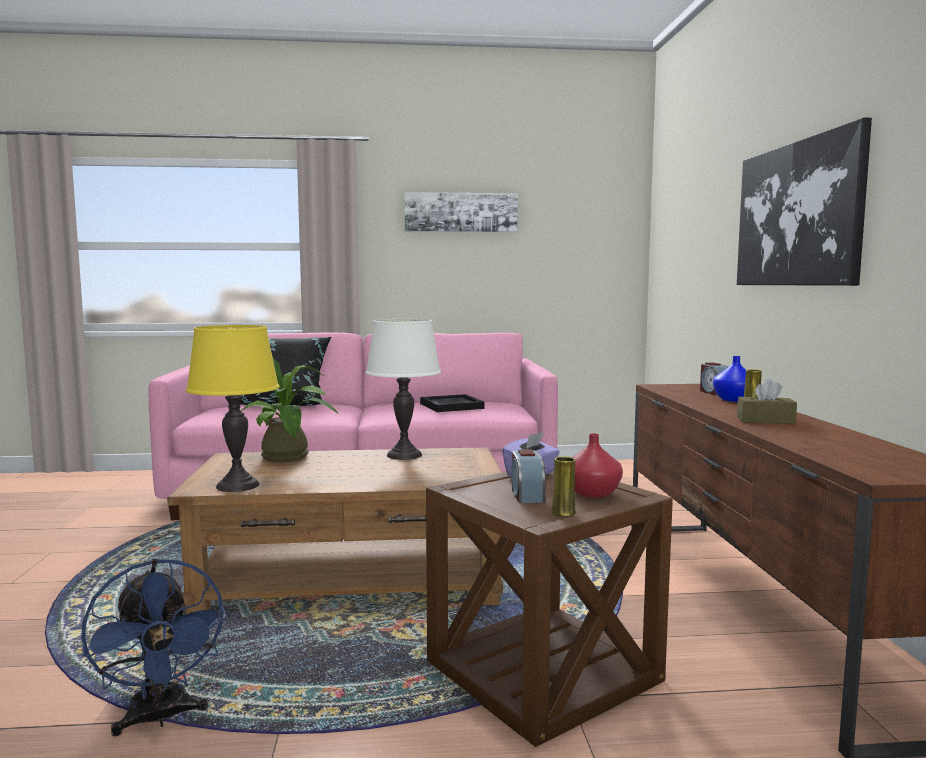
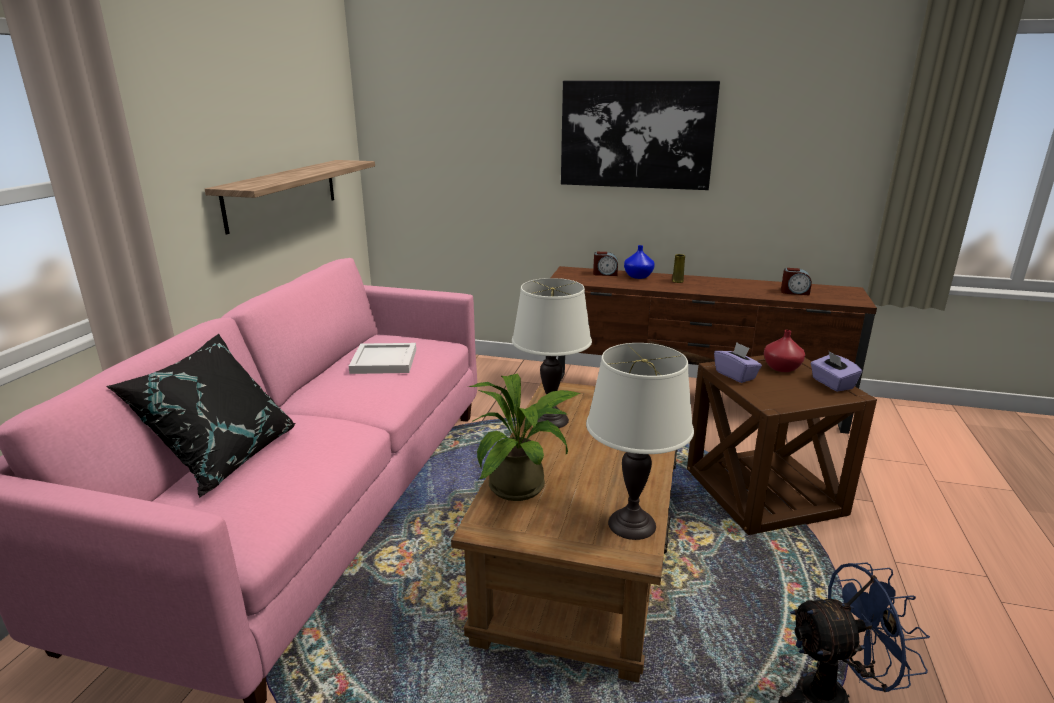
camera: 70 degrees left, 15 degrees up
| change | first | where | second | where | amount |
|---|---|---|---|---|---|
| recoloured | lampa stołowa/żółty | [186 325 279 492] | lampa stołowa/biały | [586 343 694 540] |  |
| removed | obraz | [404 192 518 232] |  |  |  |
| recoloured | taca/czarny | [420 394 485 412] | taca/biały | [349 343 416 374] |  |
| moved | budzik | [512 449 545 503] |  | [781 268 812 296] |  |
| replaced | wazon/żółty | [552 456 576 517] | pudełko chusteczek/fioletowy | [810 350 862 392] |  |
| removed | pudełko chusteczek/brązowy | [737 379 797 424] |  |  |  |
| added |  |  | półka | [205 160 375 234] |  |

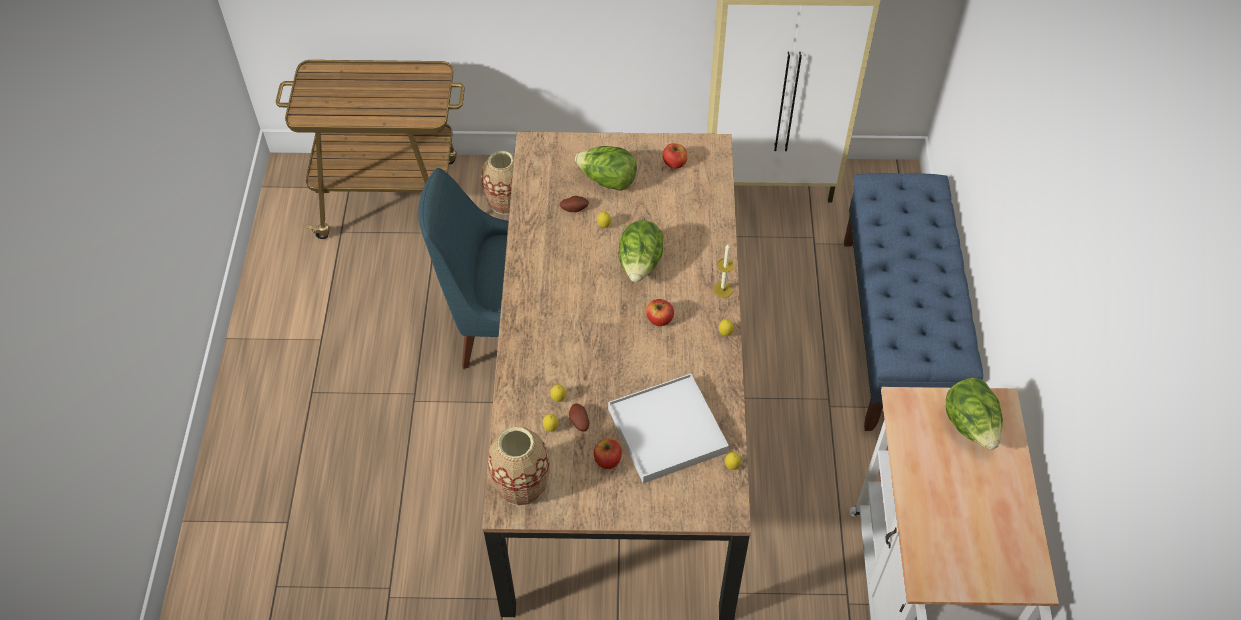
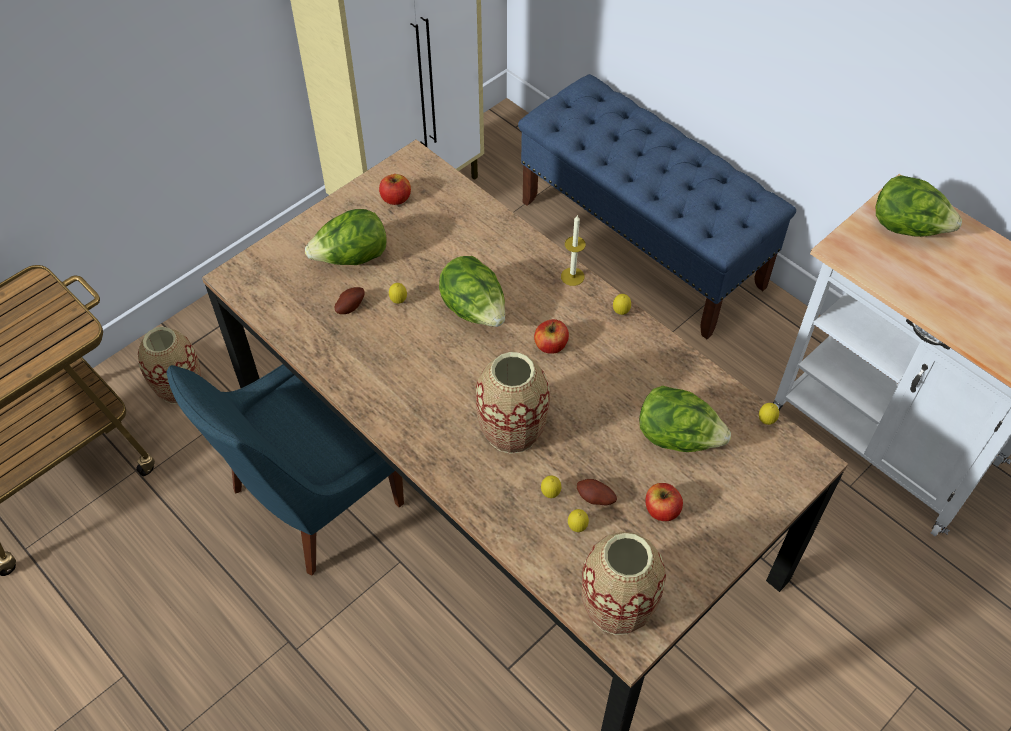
camera: 45 degrees left, 0 degrees up
| change | first | where | second | where | amount |
|---|---|---|---|---|---|
| replaced | taca/biały | [608 374 729 484] | sałata | [639 386 731 452] |  |
| added |  |  | wazon | [476 352 550 454] |  |

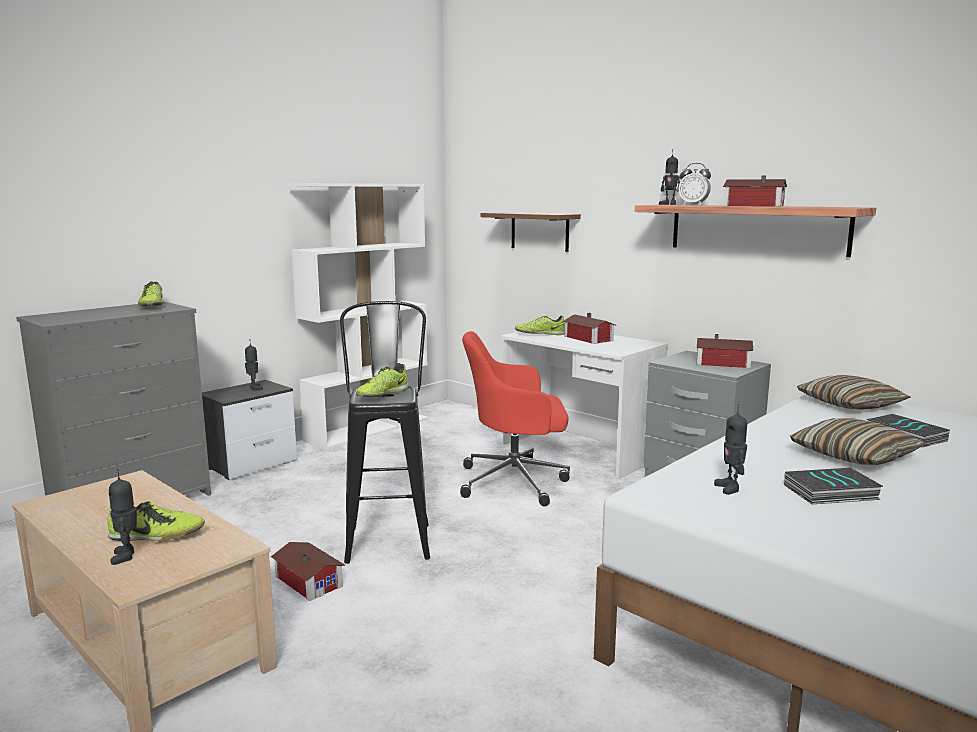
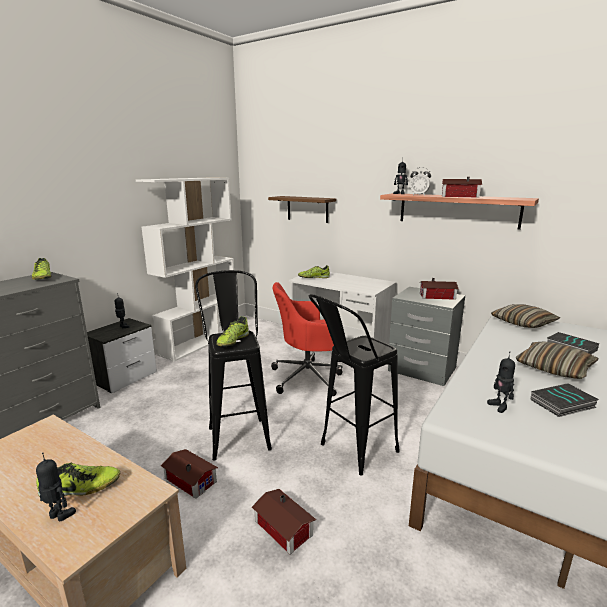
camera: 10 degrees left, 5 degrees up
| change | first | where | second | where | amount |
|---|---|---|---|---|---|
| turned | robot zabawkowy | [109 469 137 565] |  | [36 453 76 521] | 135 degrees clockwise |
| moved | domek | [563 313 615 344] |  | [252 489 316 554] |  |
| added |  |  | stołek/czarny | [309 294 400 475] |  |

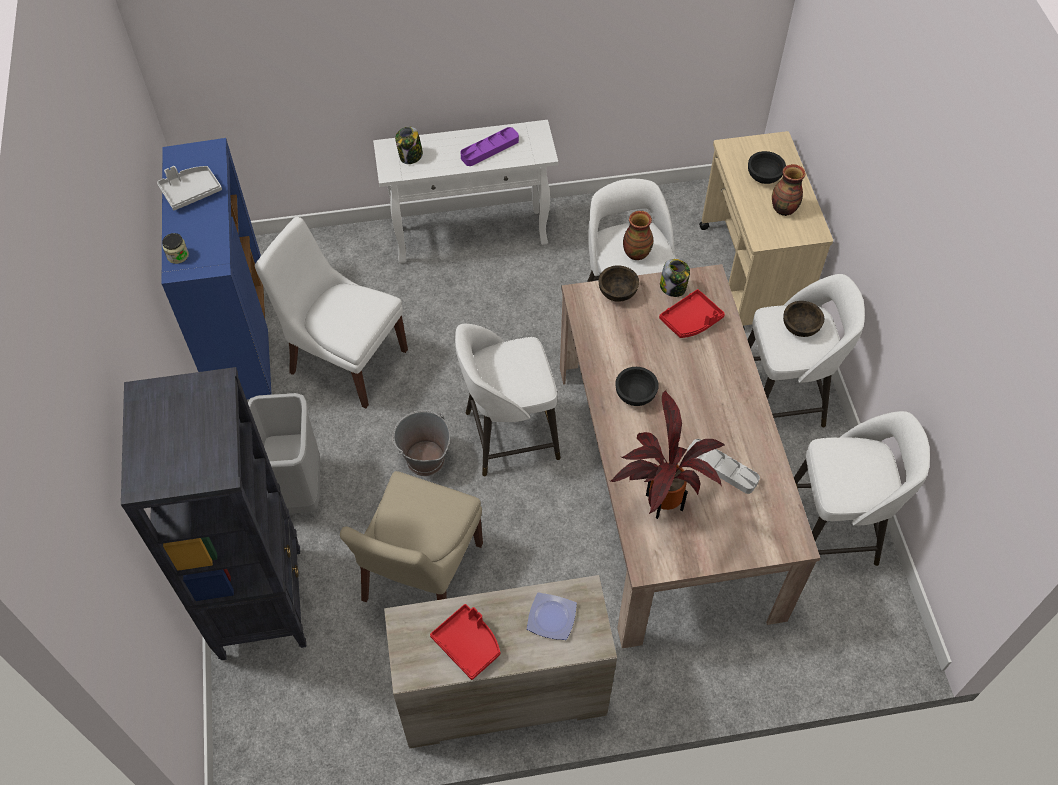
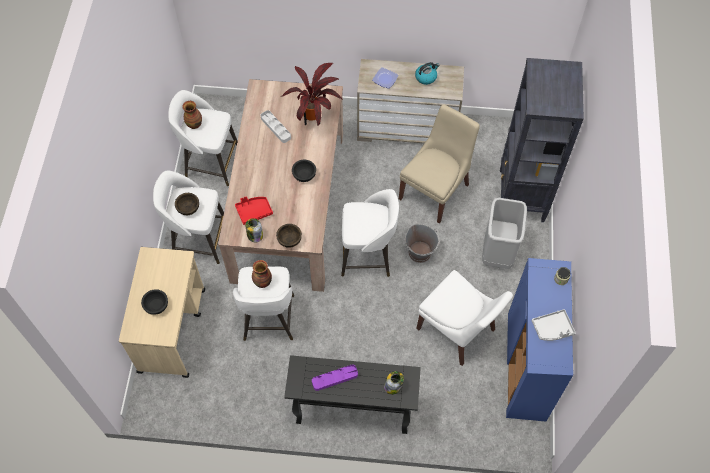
camera: 165 degrees left, 5 degrees up
| change | first | where | second | where | amount |
|---|---|---|---|---|---|
| recoloured | stolik konsolowy/biały | [373 120 558 263] | stolik konsolowy/czarny | [284 355 421 434] |  |
| replaced | taca/czerwony | [430 604 500 680] | czajnik | [415 62 439 85] |  |
| moved | wazon | [772 164 806 216] |  | [182 101 202 129] |  |

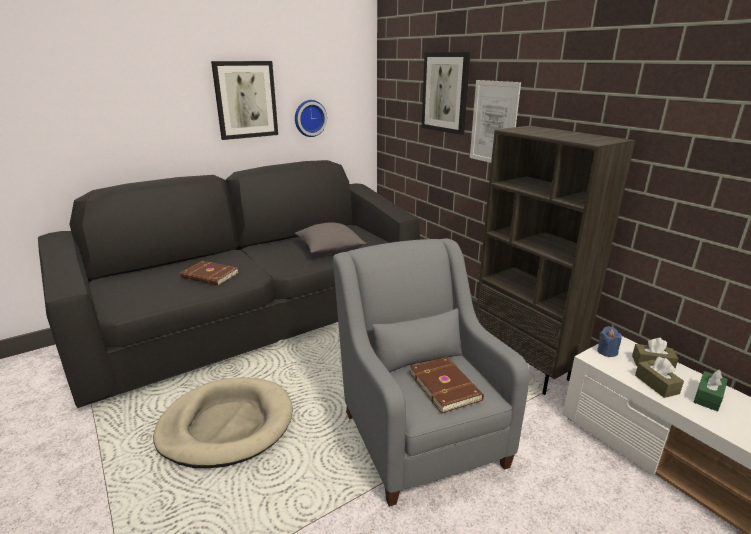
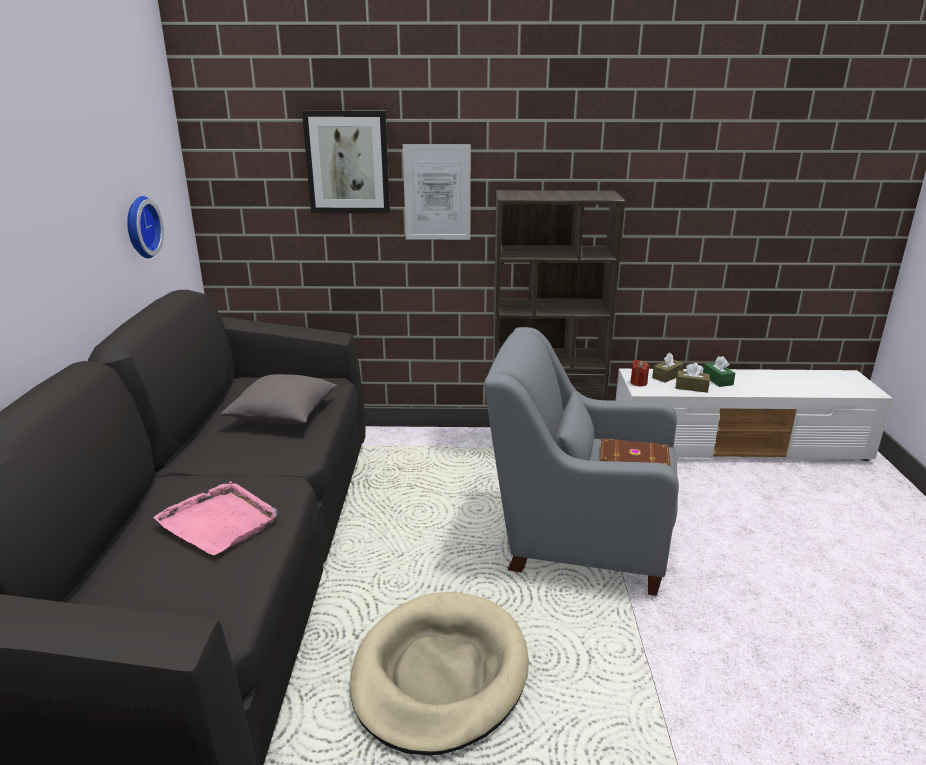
camera: 55 degrees left, 0 degrees up
| change | first | where | second | where | amount |
|---|---|---|---|---|---|
| replaced | książka/brązowy | [180 261 239 285] | taca/różowy | [153 481 277 555] |  |
| removed | obraz | [211 61 278 140] |  |  |  |
| recoloured | świeca/niebieski | [597 326 622 357] | świeca/czerwony | [630 360 649 386] |  |

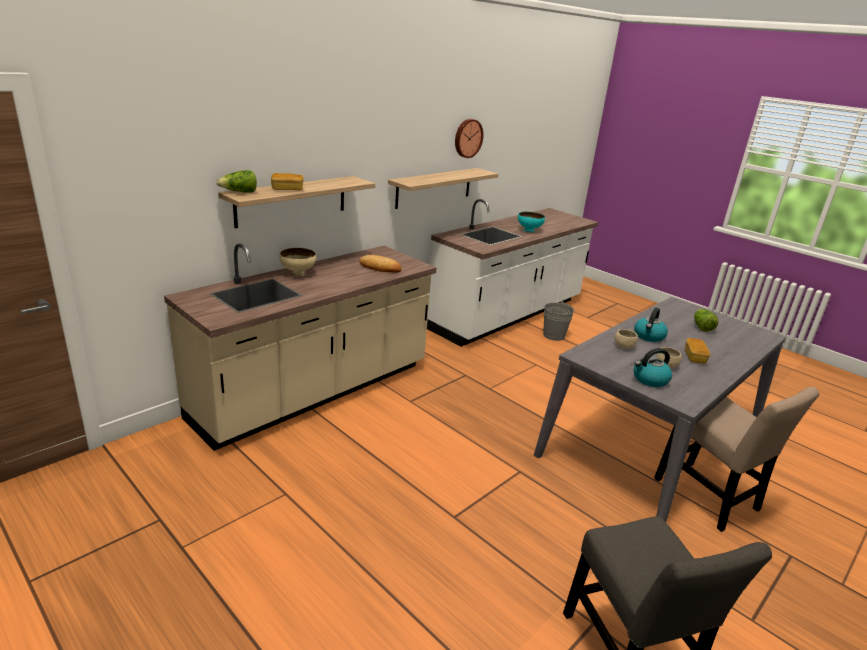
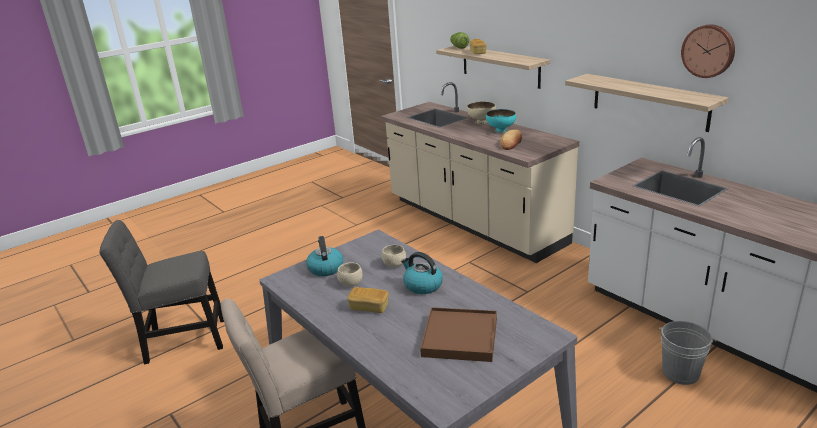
camera: 100 degrees right, 0 degrees up
| change | first | where | second | where | amount |
|---|---|---|---|---|---|
| moved | miska/turkusowy | [518 212 545 233] |  | [486 109 516 133] |  |
| replaced | sałata | [694 309 719 332] | taca/brązowy | [420 307 497 362] |  |

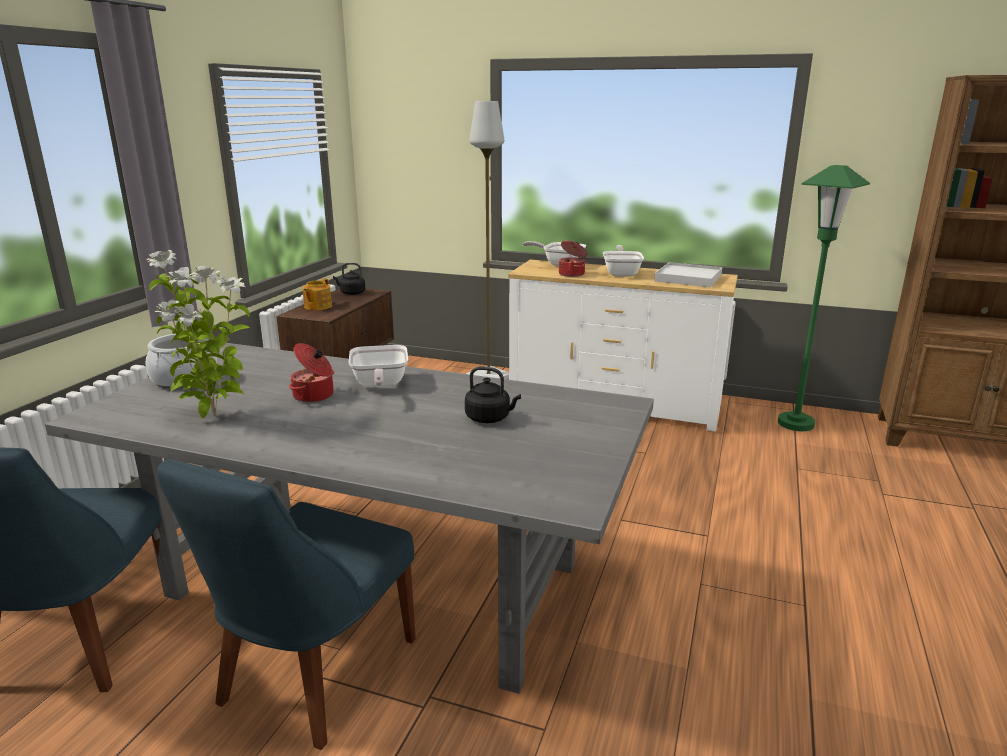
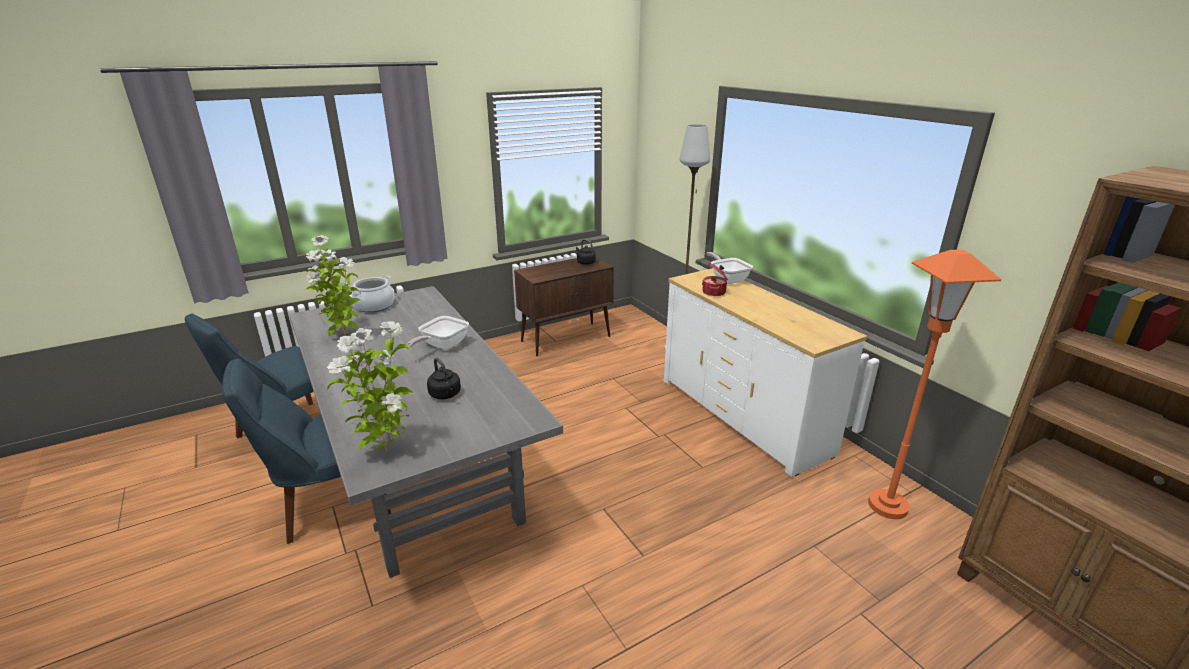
camera: 40 degrees right, 5 degrees up
| change | first | where | second | where | amount |
|---|---|---|---|---|---|
| removed | garnek | [289 343 334 403] |  |  |  |
| removed | imbryk | [302 278 332 310] |  |  |  |
| removed | patelnia | [603 245 644 277] |  |  |  |
| removed | taca/biały | [654 262 722 287] |  |  |  |
| recoloured | lampa stojąca/zielony | [778 165 870 431] | lampa stojąca/pomarańczowy | [868 249 1001 519] |  |
| added |  |  | roślina doniczkowa | [327 321 413 452] |  |

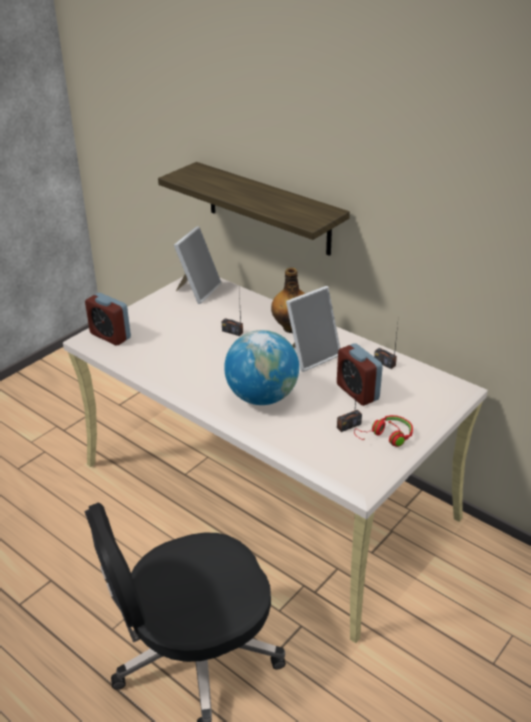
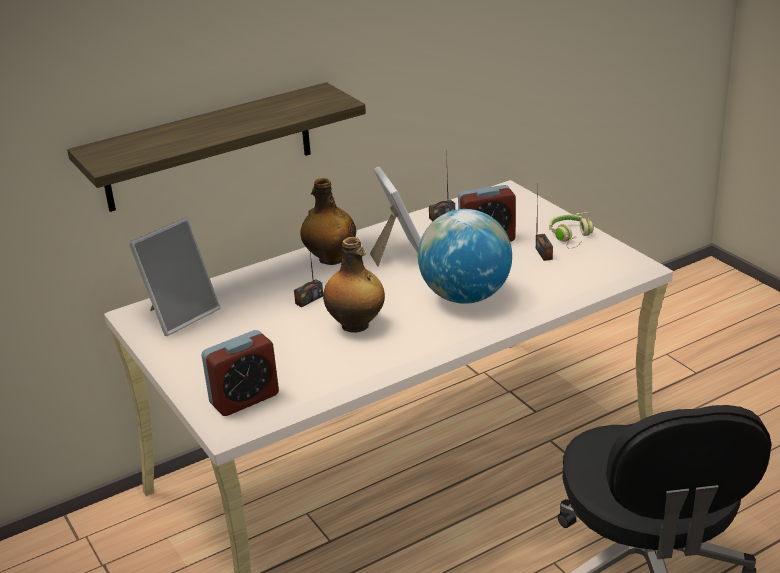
camera: 70 degrees left, 5 degrees down
| change | first | where | second | where | amount |
|---|---|---|---|---|---|
| turned | ramka na zdjęcie | [174 226 222 304] |  | [129 217 221 336] | 90 degrees clockwise |
| recoloured | słuchawki/czerwony | [354 415 413 447] | słuchawki/beżowy | [549 212 594 249] |  |
| added |  |  | butelka | [323 237 385 333] |  |

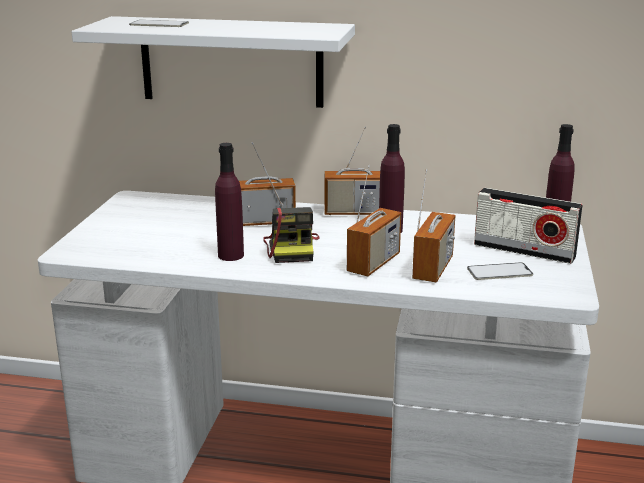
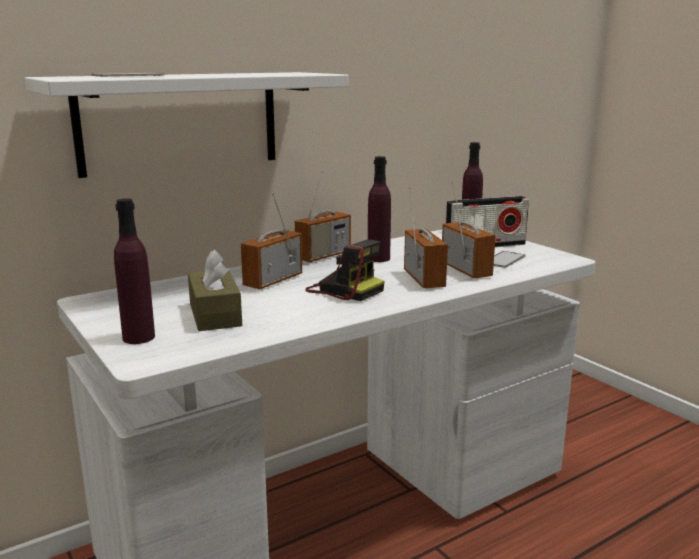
camera: 45 degrees left, 5 degrees down
| change | first | where | second | where | amount |
|---|---|---|---|---|---|
| moved | butelka/fioletowy | [215 143 244 261] |  | [114 198 155 344] |  |
| added |  |  | pudełko chusteczek/brązowy | [188 250 242 331] |  |

